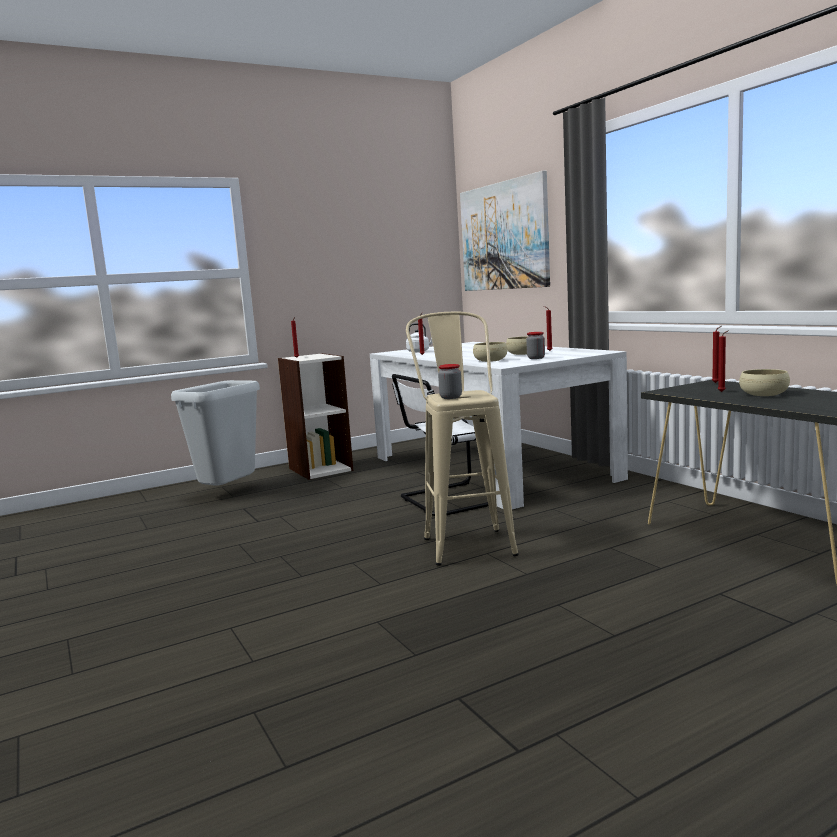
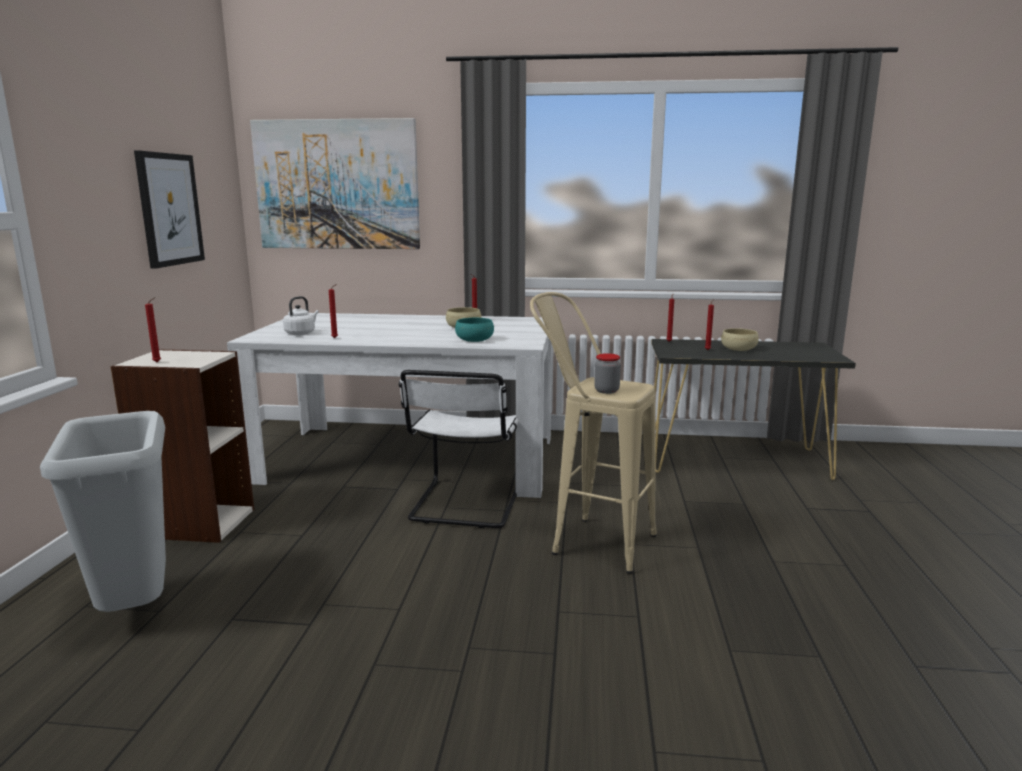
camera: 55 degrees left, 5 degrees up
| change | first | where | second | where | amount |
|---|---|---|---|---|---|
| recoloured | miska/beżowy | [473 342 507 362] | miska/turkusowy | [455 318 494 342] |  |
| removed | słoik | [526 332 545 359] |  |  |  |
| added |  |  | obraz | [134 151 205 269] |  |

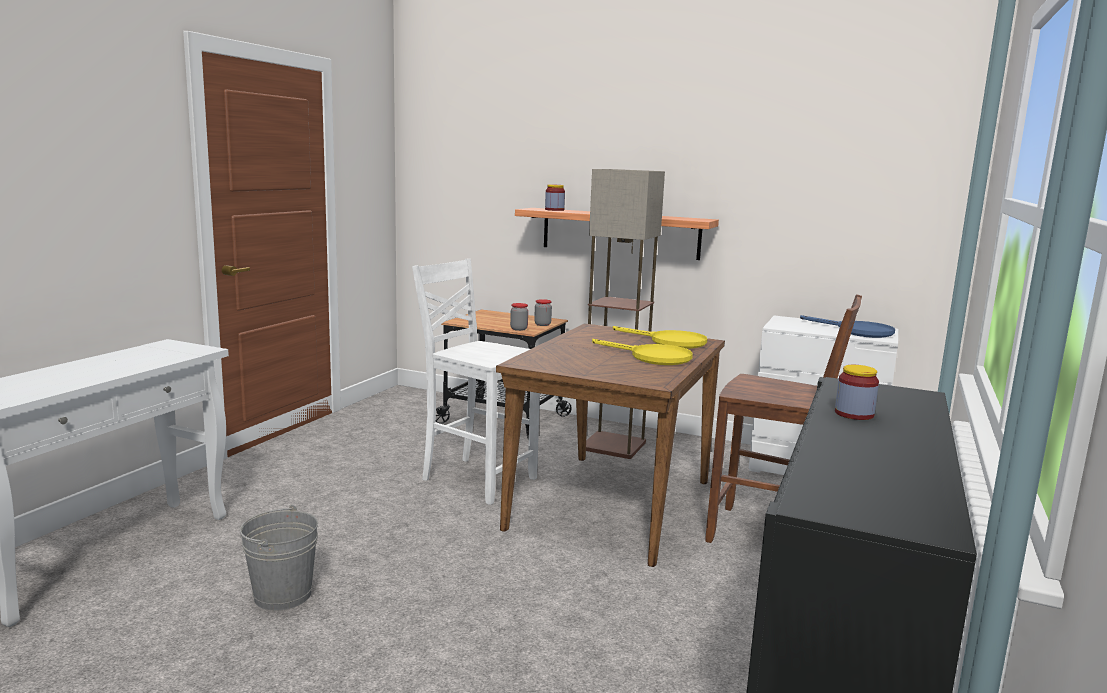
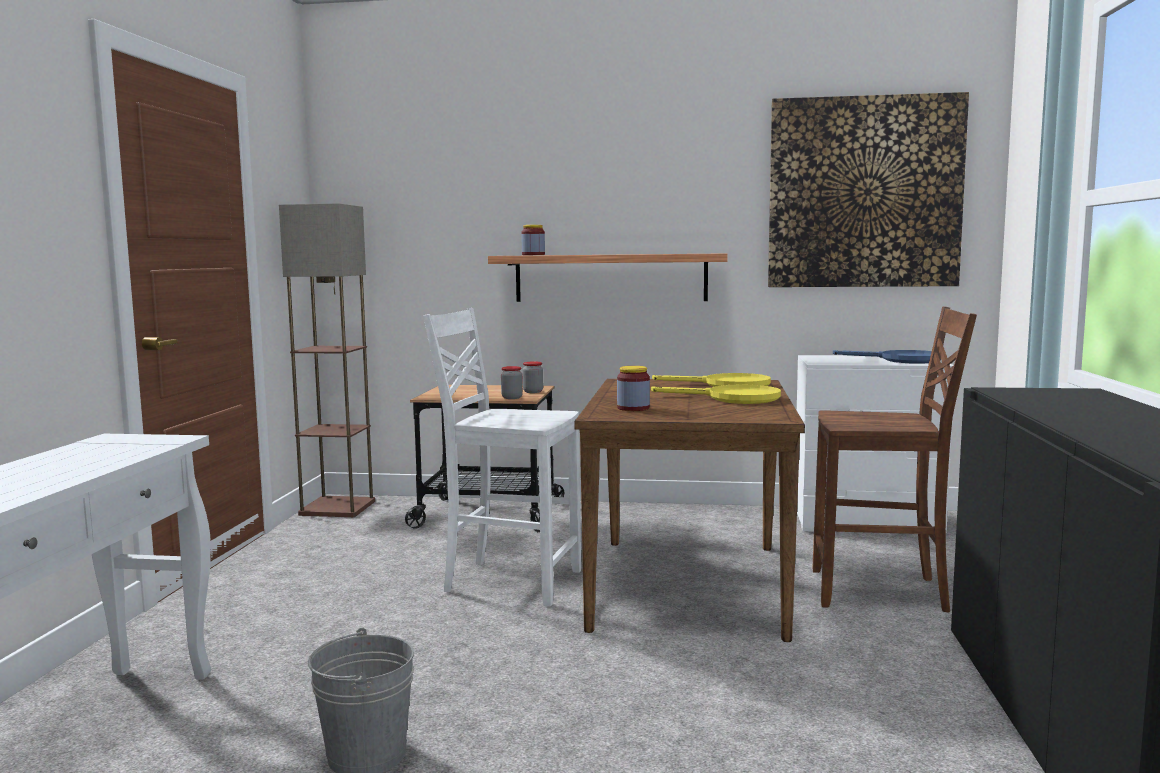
camera: 15 degrees left, 5 degrees down
| change | first | where | second | where | amount |
|---|---|---|---|---|---|
| moved | lampa stojąca | [586 169 665 459] |  | [279 203 375 517] |  |
| moved | słoik | [835 365 879 420] |  | [617 366 650 411] |  |
| added |  |  | obraz | [768 92 969 287] |  |

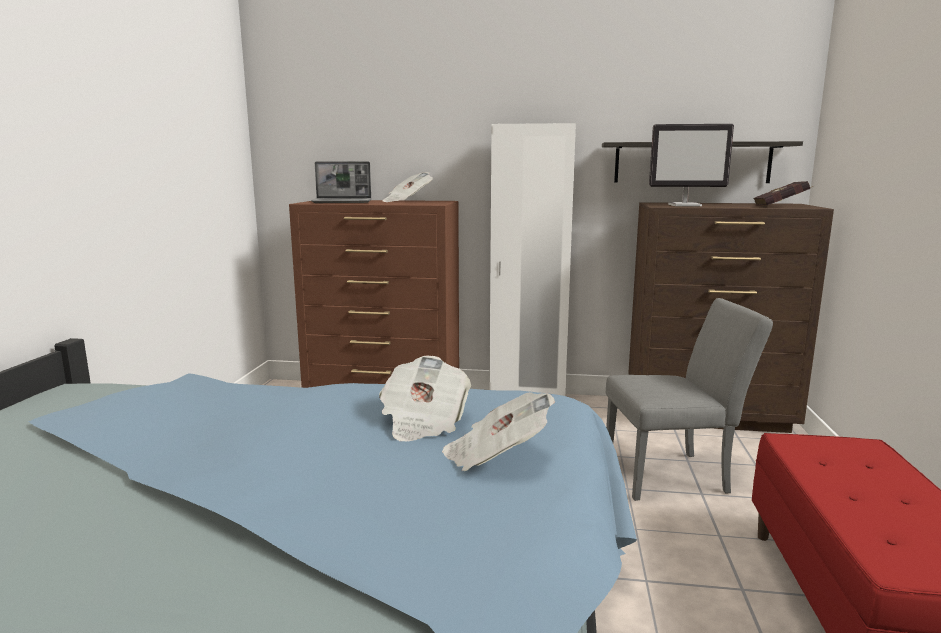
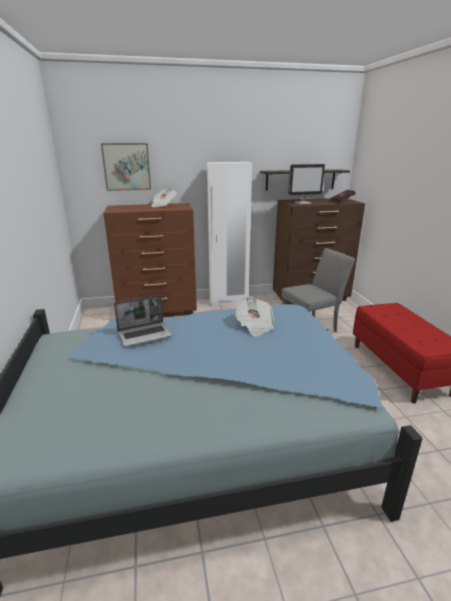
camera: 20 degrees left, 10 degrees up
| change | first | where | second | where | amount |
|---|---|---|---|---|---|
| moved | laptop | [311 161 371 203] |  | [114 295 172 347] |  |
| removed | gazeta | [442 392 555 471] |  |  |  |
| added |  |  | obraz | [101 143 151 191] |  |

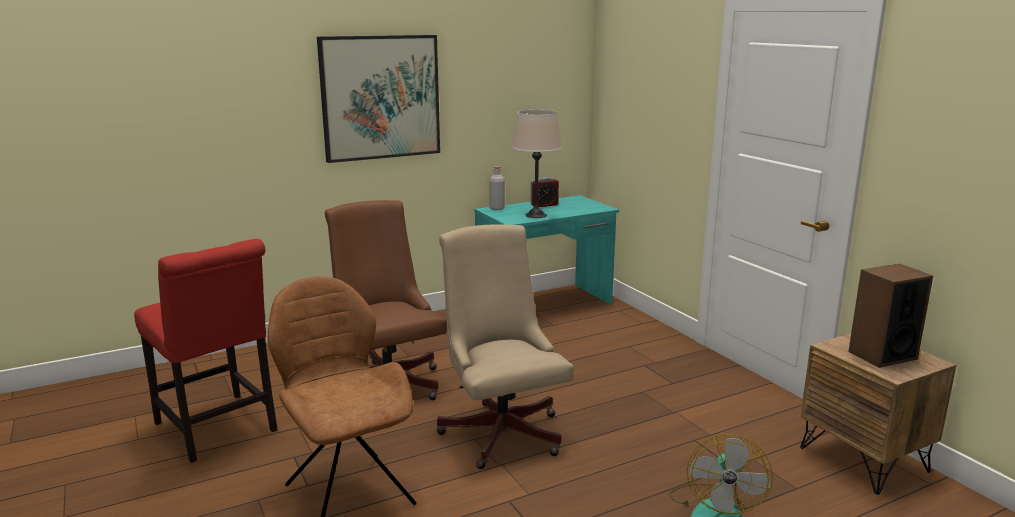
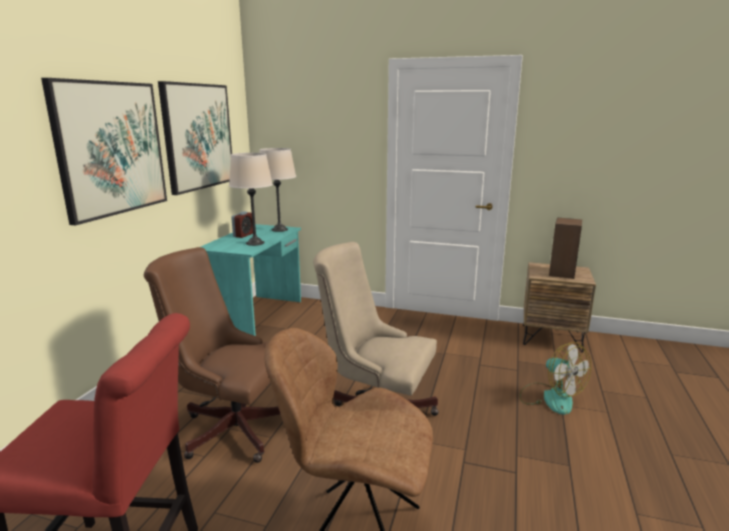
camera: 45 degrees left, 0 degrees up
| change | first | where | second | where | amount |
|---|---|---|---|---|---|
| removed | butelka/szary | [489 166 505 210] |  |  |  |
| added |  |  | obraz | [158 81 232 195] |  |
| added |  |  | lampa stołowa/beżowy | [259 148 296 232] |  |

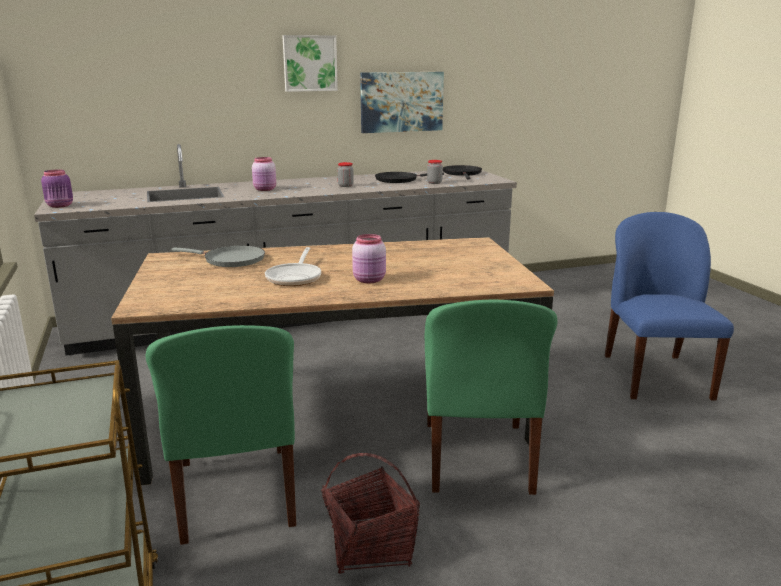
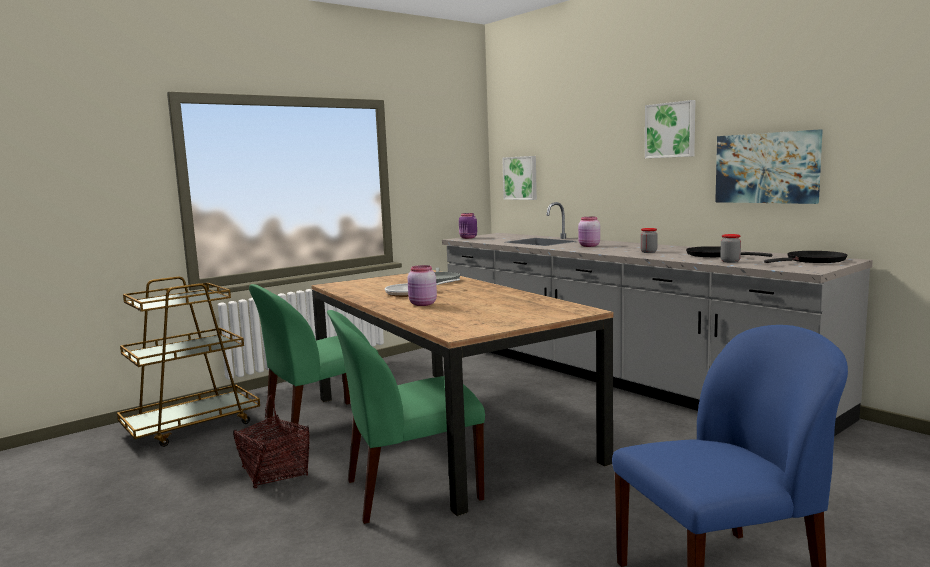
camera: 70 degrees right, 10 degrees down
| change | first | where | second | where | amount |
|---|---|---|---|---|---|
| added |  |  | obraz | [502 156 537 200] |  |

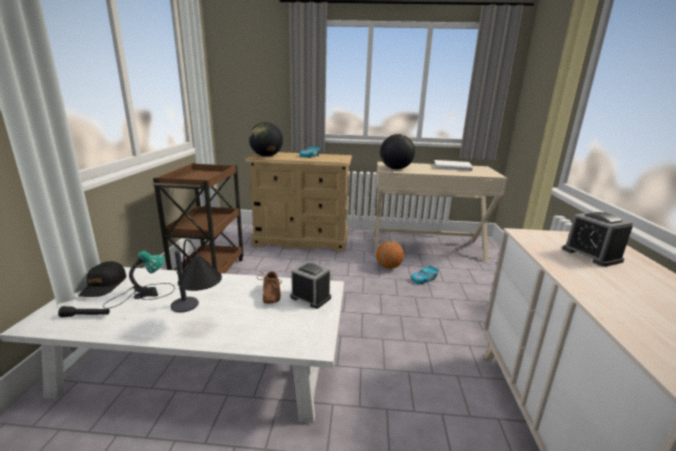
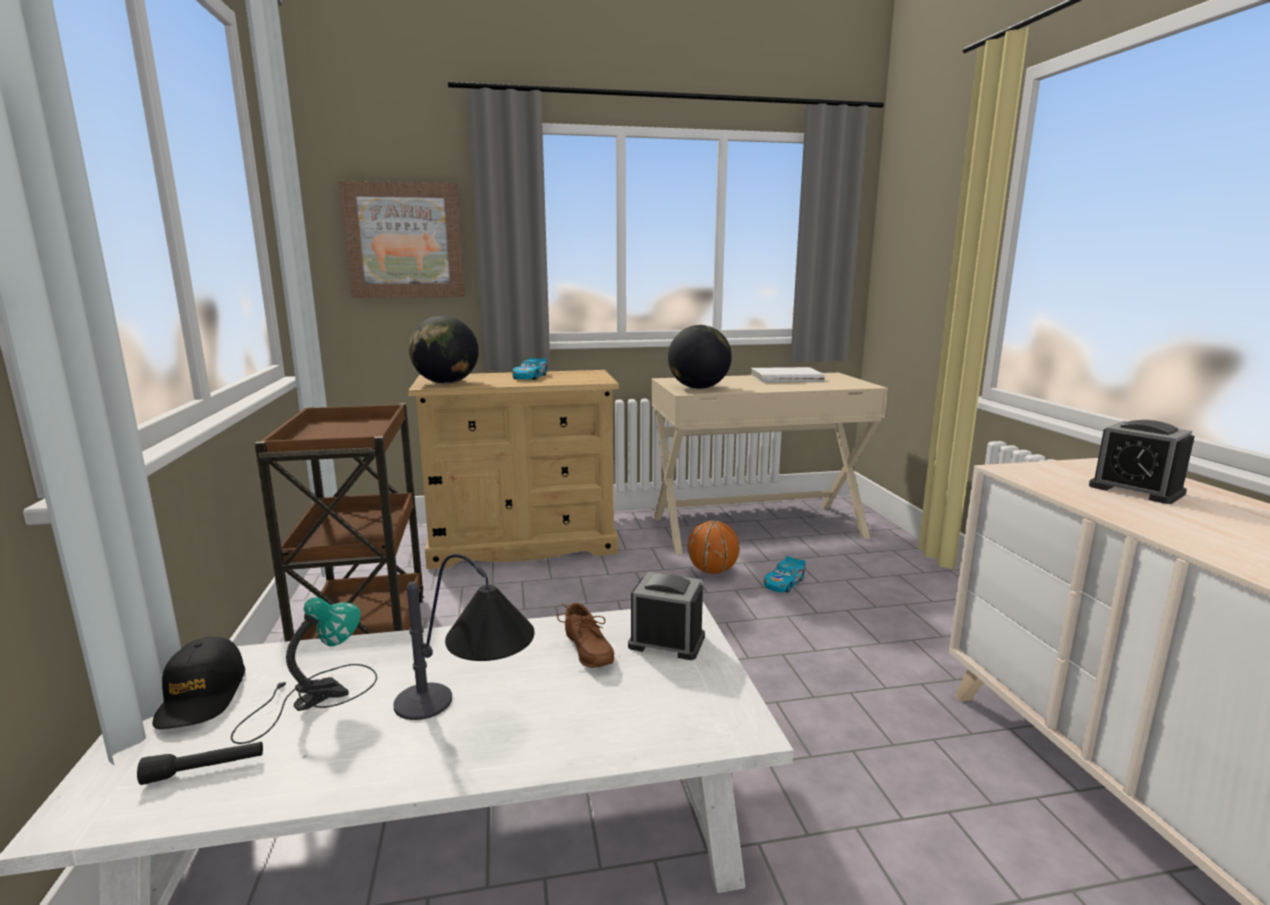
camera: 15 degrees left, 5 degrees down
| change | first | where | second | where | amount |
|---|---|---|---|---|---|
| added |  |  | obraz | [339 181 465 298] |  |

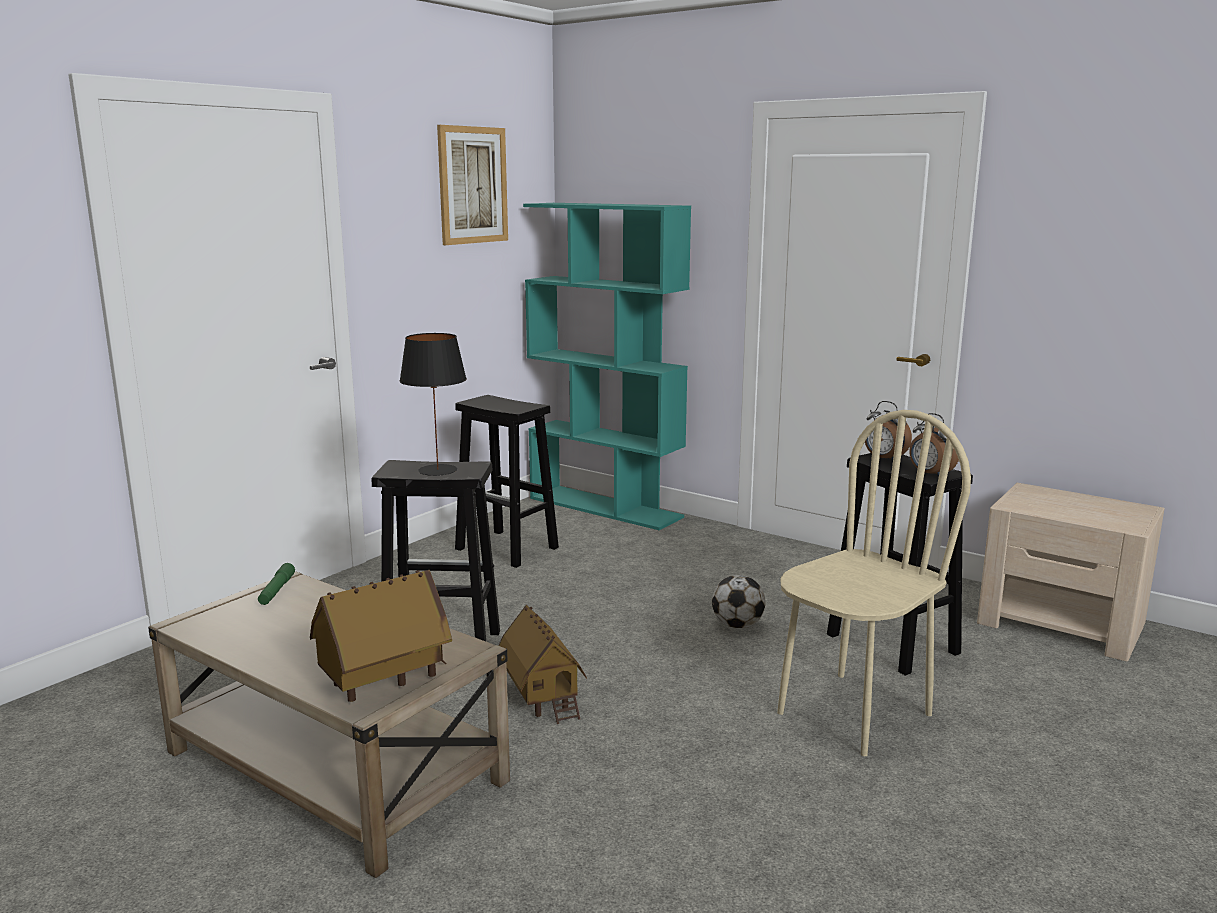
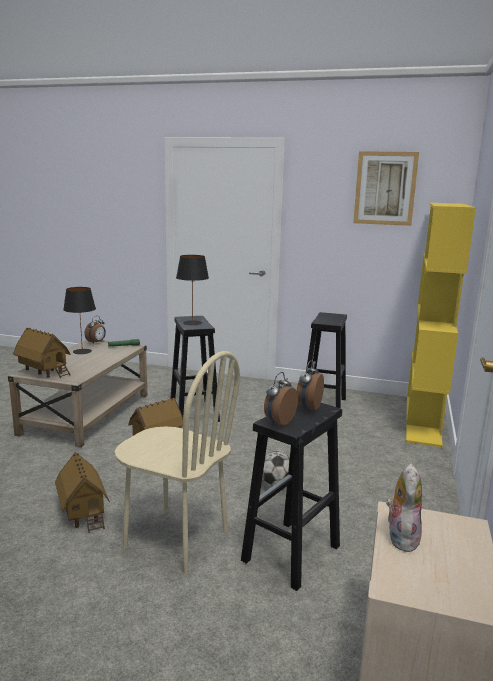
camera: 70 degrees right, 0 degrees up
| change | first | where | second | where | amount |
|---|---|---|---|---|---|
| recoloured | regał/turkusowy | [523 203 691 530] | regał/żółty | [406 203 476 447] |  |
| added |  |  | domek | [55 452 110 533] |  |
| added |  |  | lampa stołowa/czarny | [63 287 96 354] |  |
| added |  |  | budzik | [85 316 106 344] |  |
| added |  |  | pluszak | [386 463 422 552] |  |

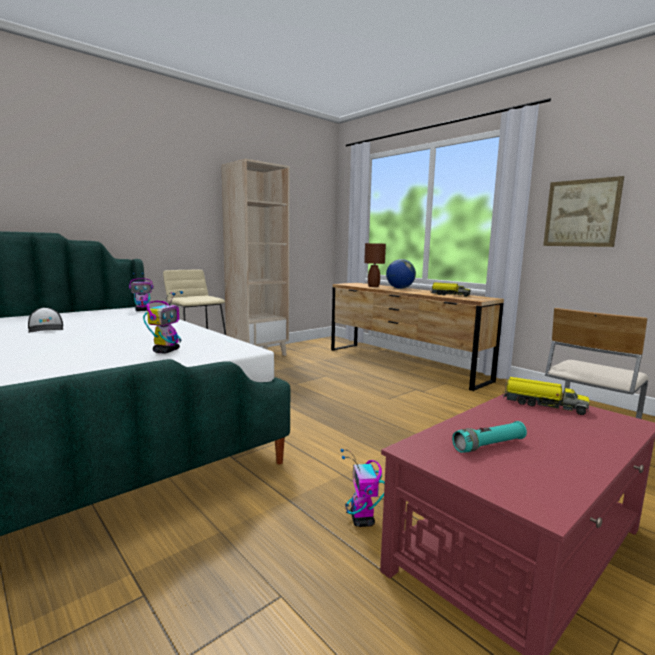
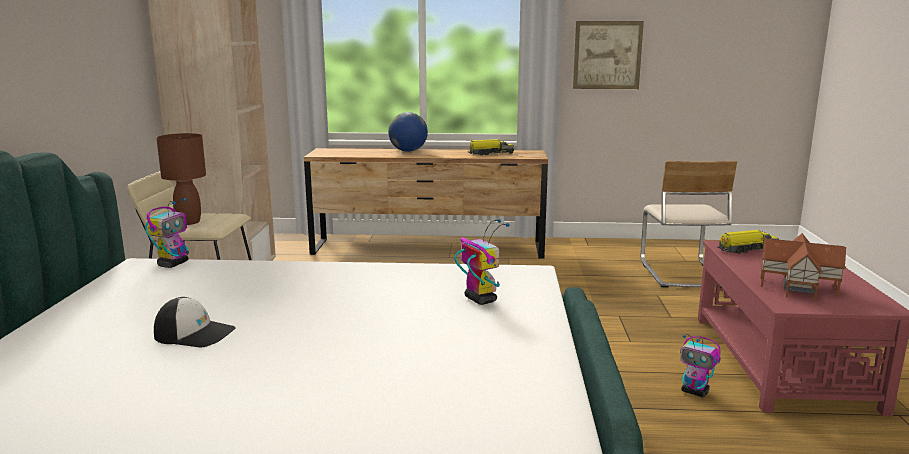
camera: 45 degrees left, 5 degrees up
| change | first | where | second | where | amount |
|---|---|---|---|---|---|
| moved | lampa stołowa/brązowy | [364 243 386 287] |  | [156 133 206 225] |  |
| replaced | latarka/turkusowy | [452 421 527 453] | domek | [760 233 846 301] |  |

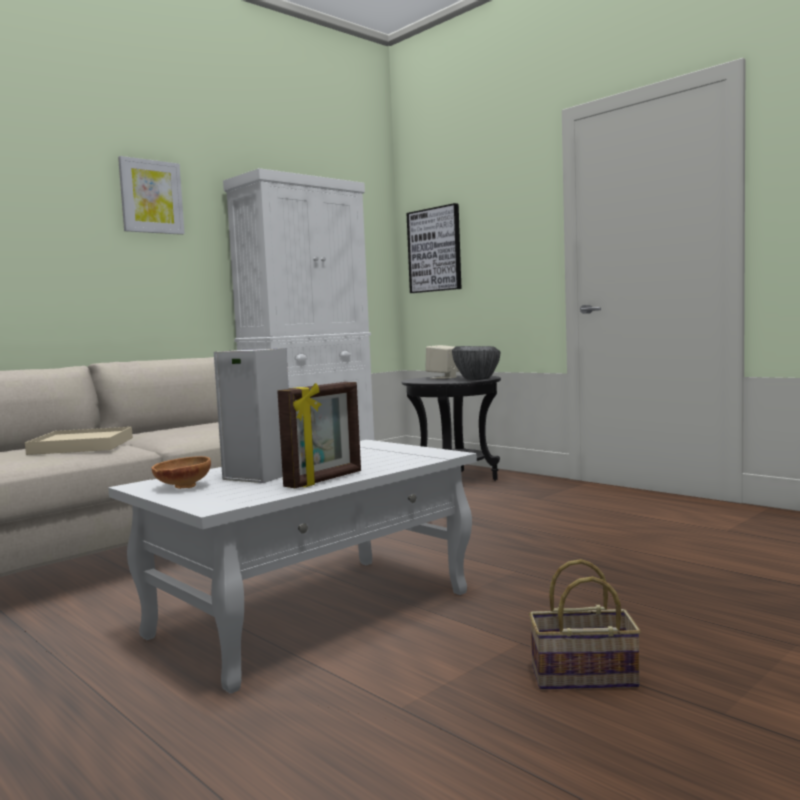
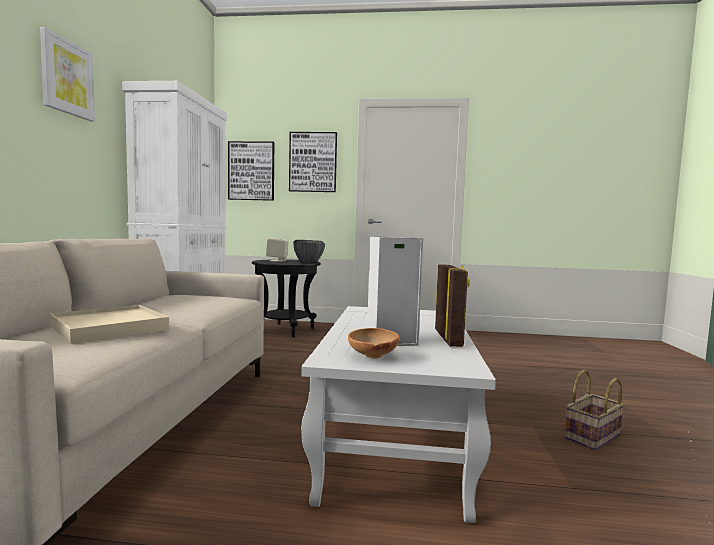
camera: 40 degrees left, 0 degrees up
| change | first | where | second | where | amount |
|---|---|---|---|---|---|
| added |  |  | obraz | [289 132 337 192] |  |

